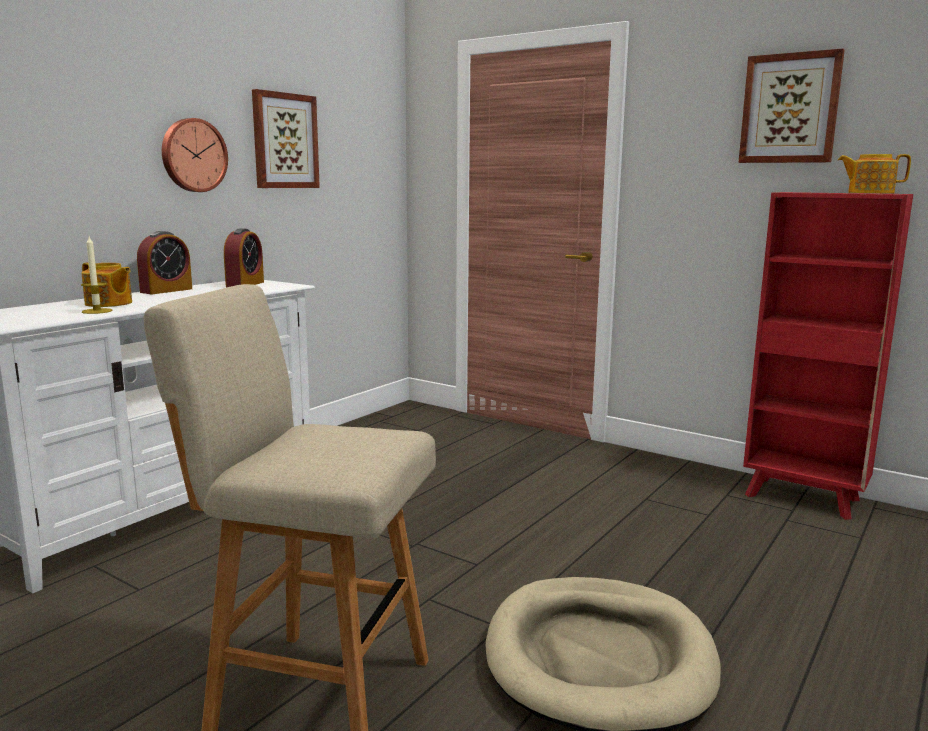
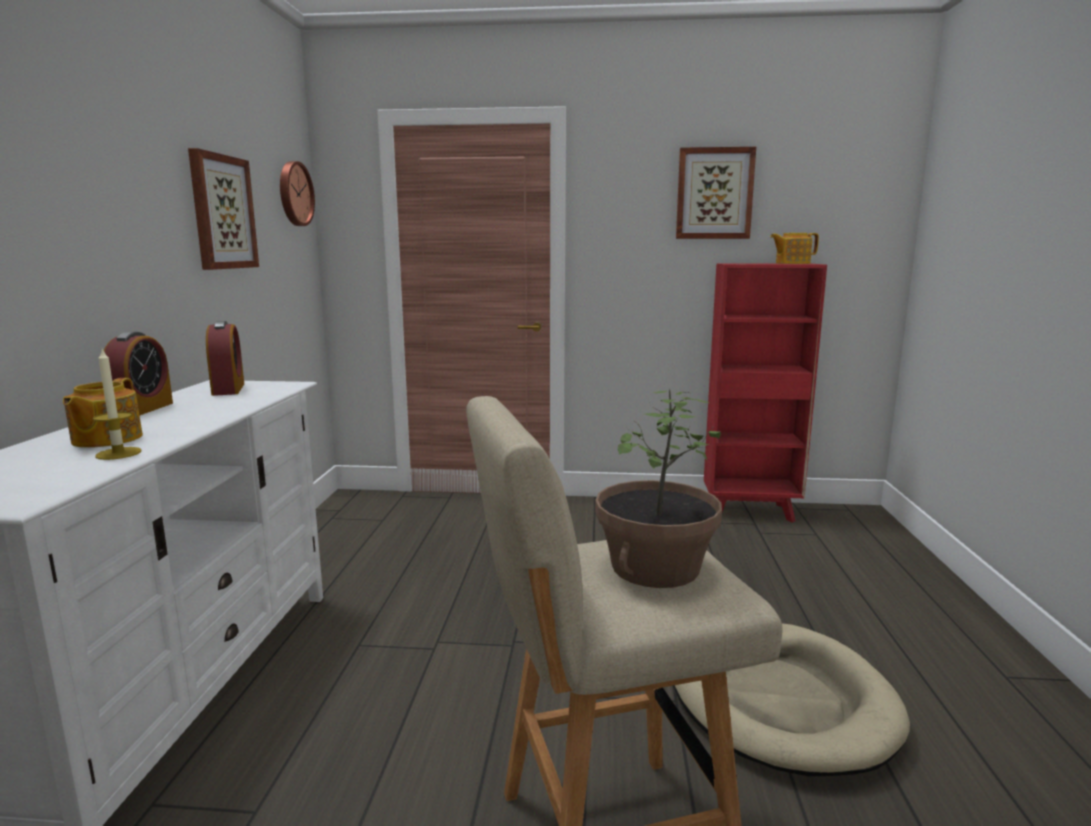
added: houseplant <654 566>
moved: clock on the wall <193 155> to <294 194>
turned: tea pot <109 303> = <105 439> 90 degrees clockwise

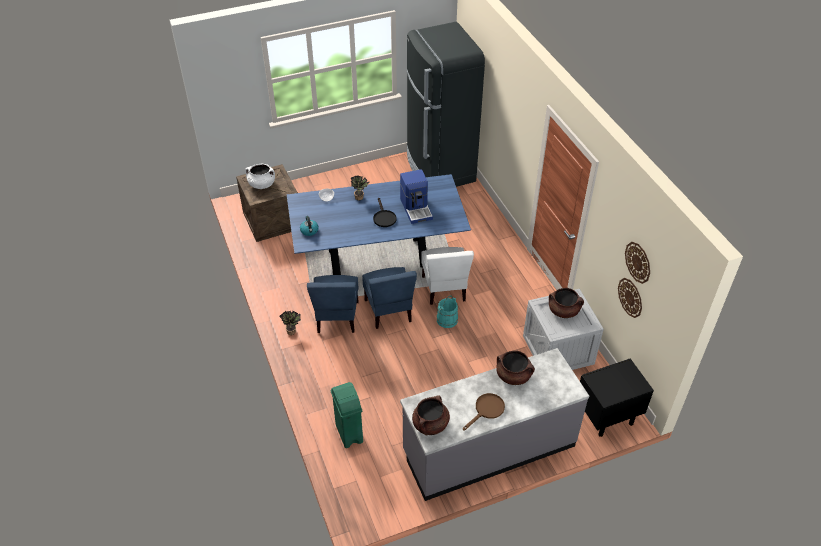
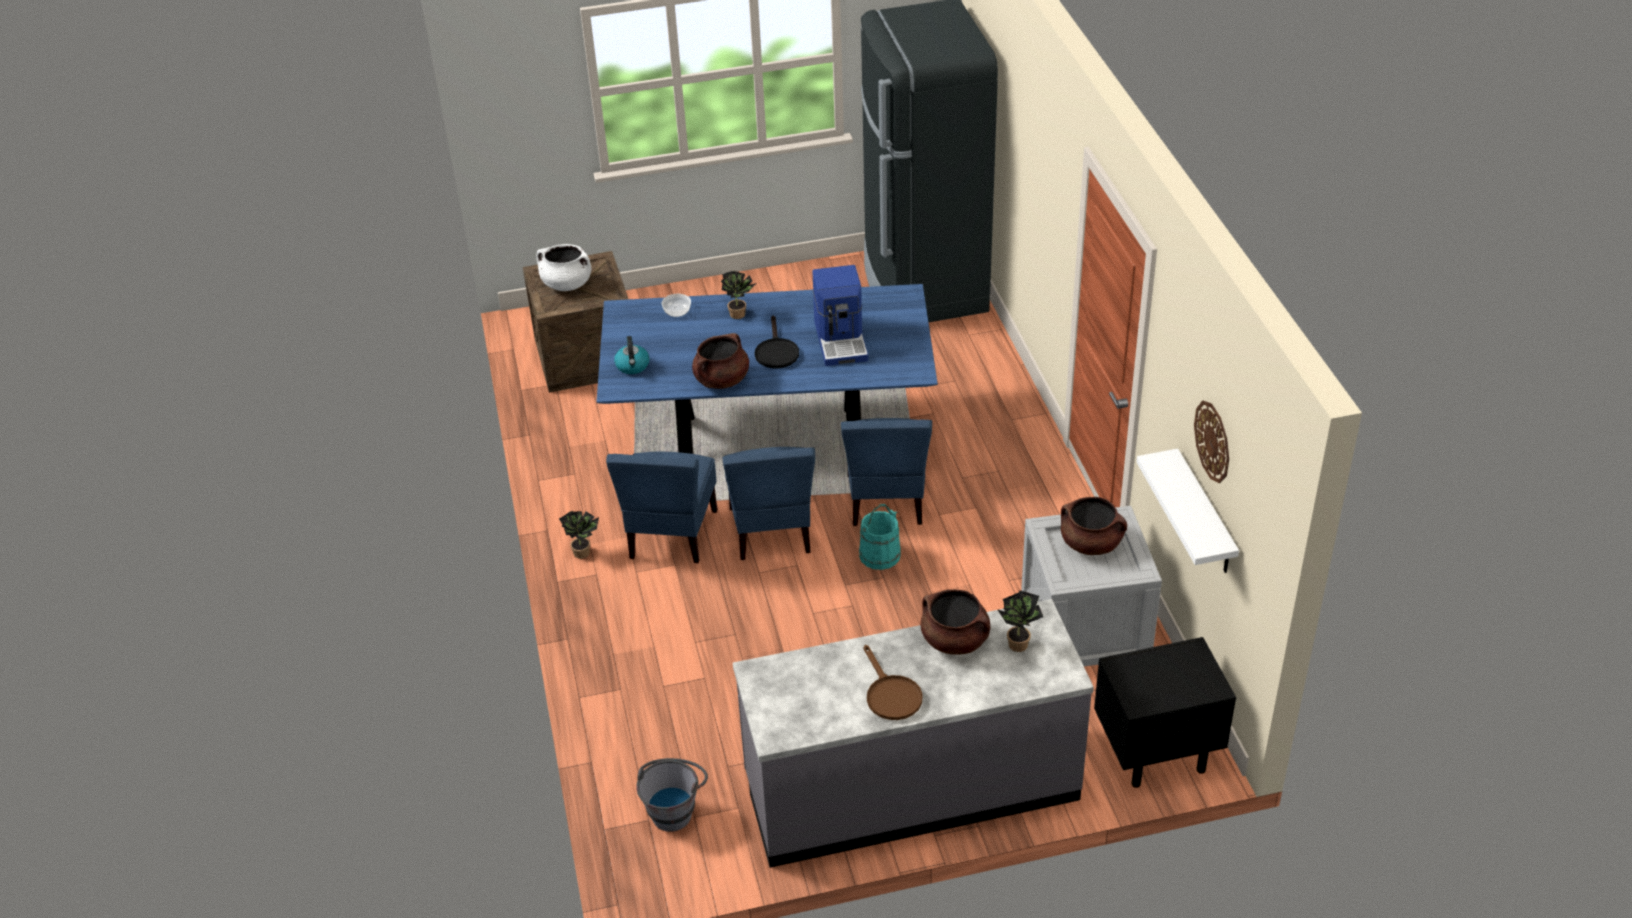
removed: trash can (green) <349 434>
added: bucket (grey) <674 808>; houseplant <1018 642>
moved: saucepot (brown-coloured) <430 424> to <721 380>
replaced: clock on the wall <630 297> to bracket shelf (white) <1205 515>
recoloured: upright chair (white) <444 289> to upright chair (blue-coloured) <886 500>
turned: pan (brown-coloured) <487 410> = <890 694> 105 degrees clockwise

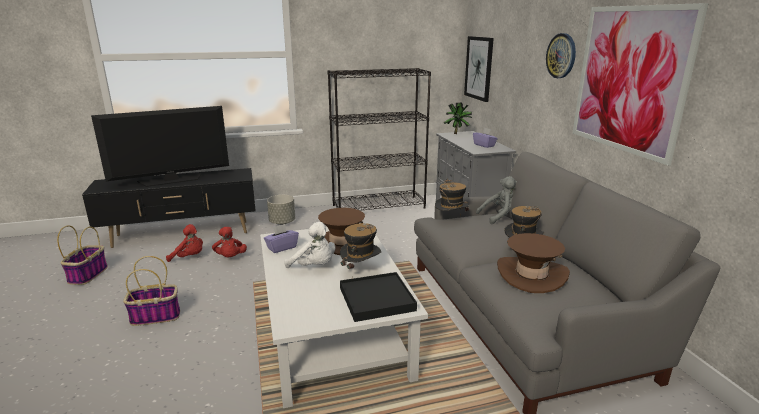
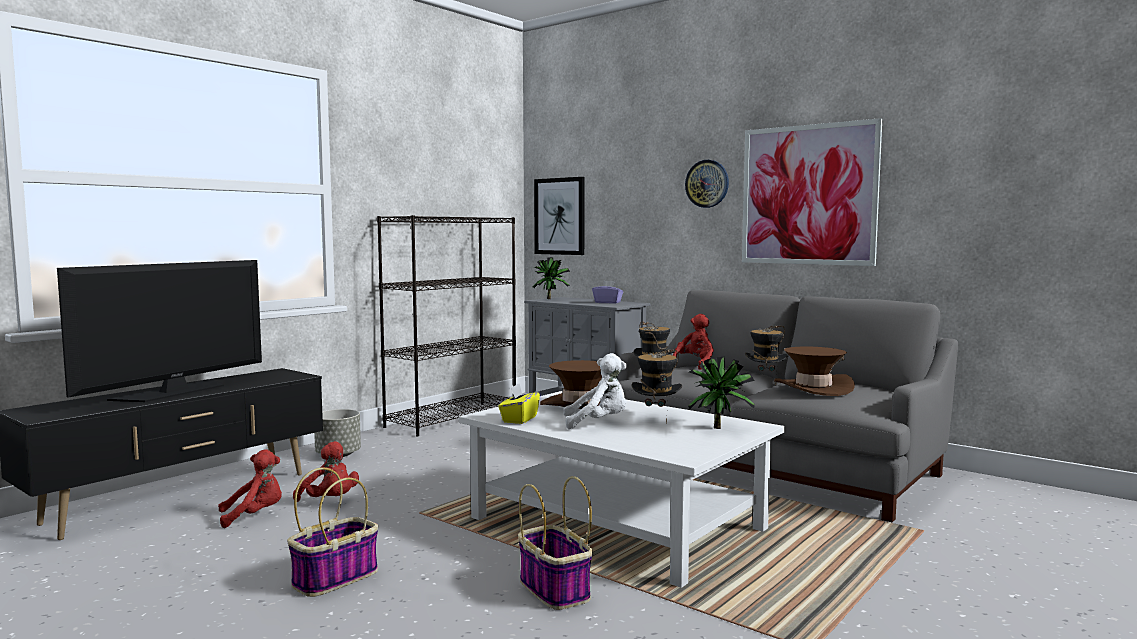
moved: household basket <88 274> to <553 589>
replaced: tray (black-coloured) <377 299> to houseplant <719 427>
recoloured: box of tissues (purple-coloured) <282 247> to box of tissues (yellow-coloured) <519 419>; plush toy (grey) <499 216> to plush toy (reddish) <694 365>

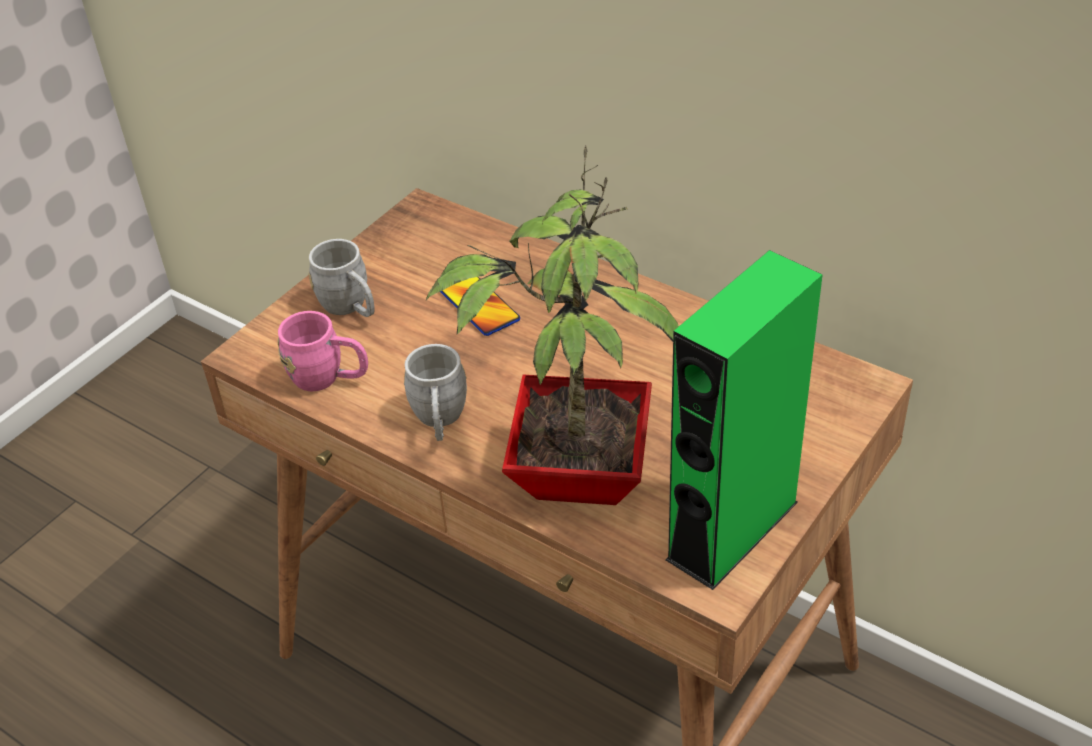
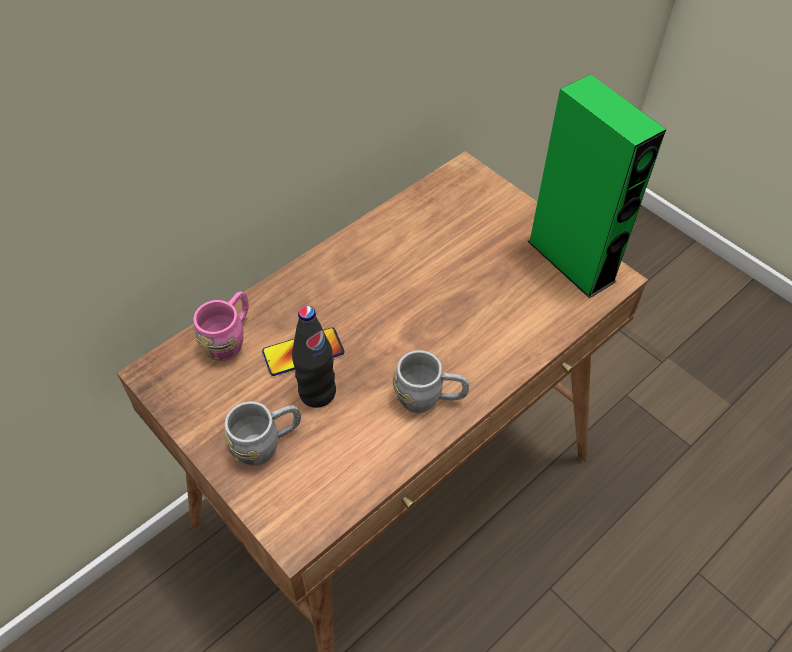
removed: houseplant <573 474>
added: drink bottle (black-coloured) <317 393>
moved: tea mug (pink-coloured) <328 378> to <230 339>

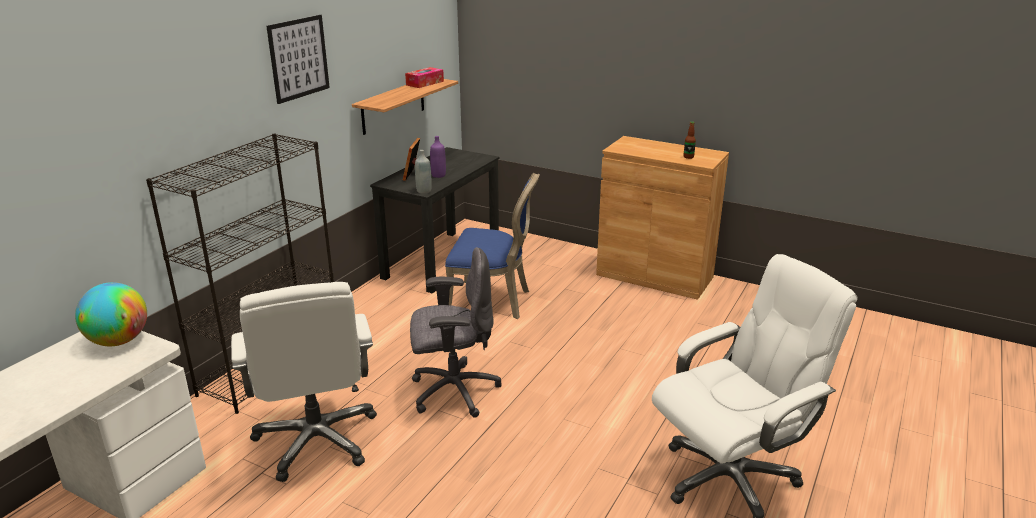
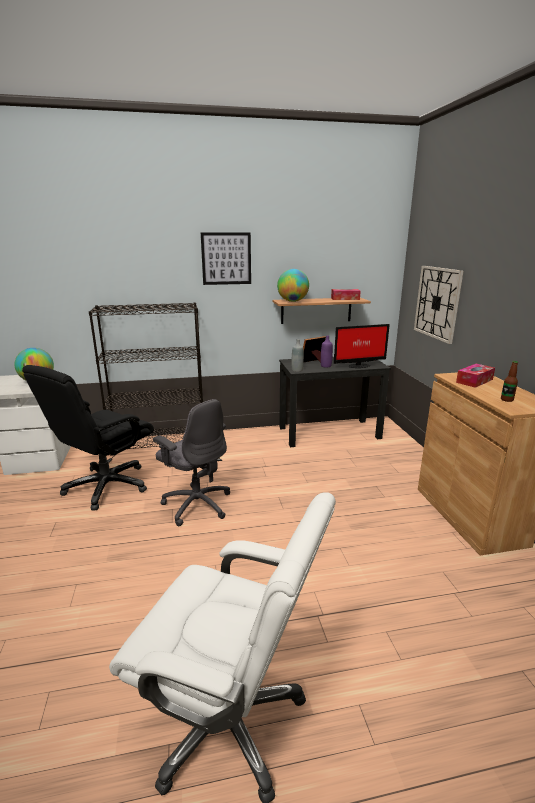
removed: upright chair (blue-coloured) <493 301>
added: globe <292 301>; computer display <358 366>; clock on the wall <437 303>; box of tissues <474 381>
recoloured: office chair (white) <317 440> to office chair (black-coloured) <106 486>

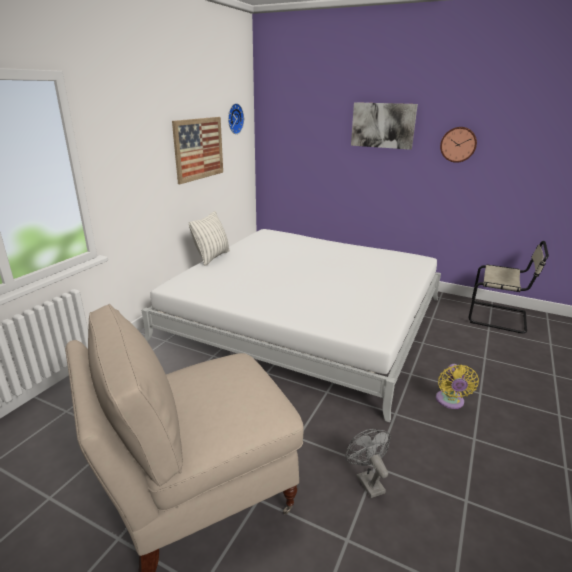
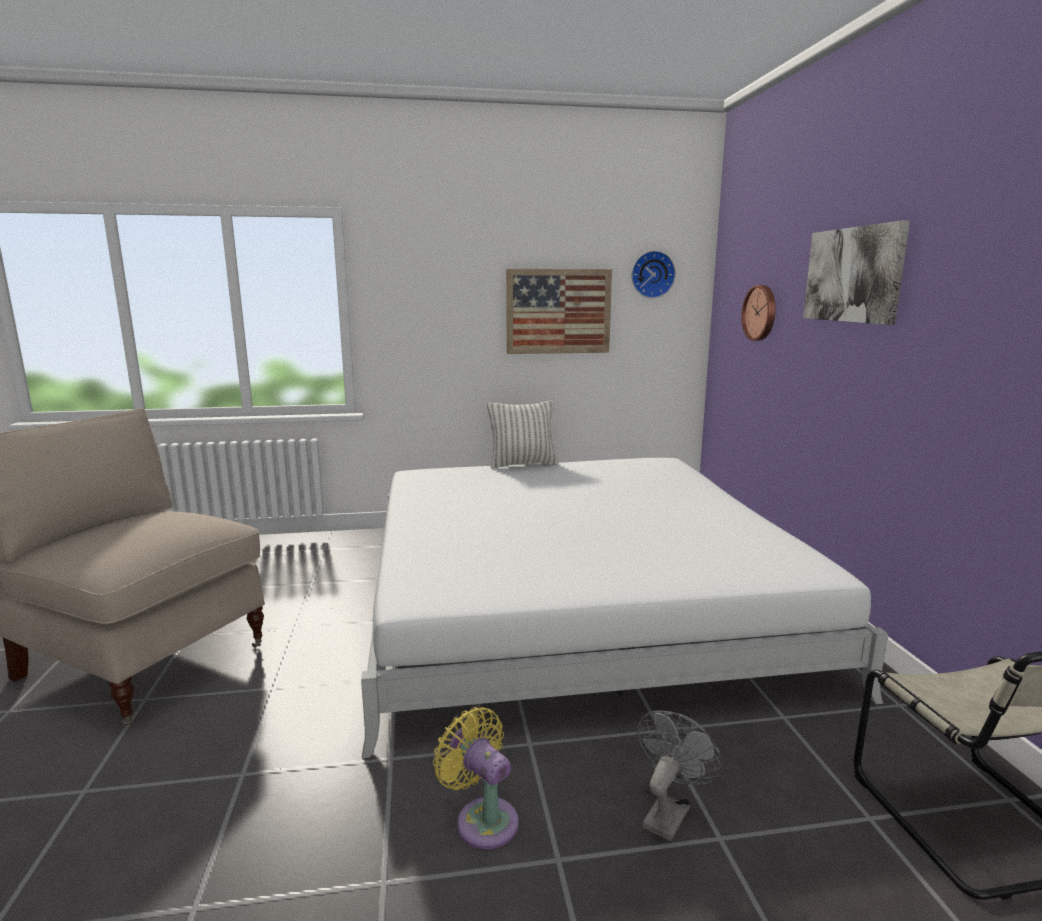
moved: electric fan (grey) <367 480> to <669 812>; clock on the wall <458 144> to <761 313>
turned: electric fan (yellow-coloured) <450 402> = <483 818> 75 degrees clockwise

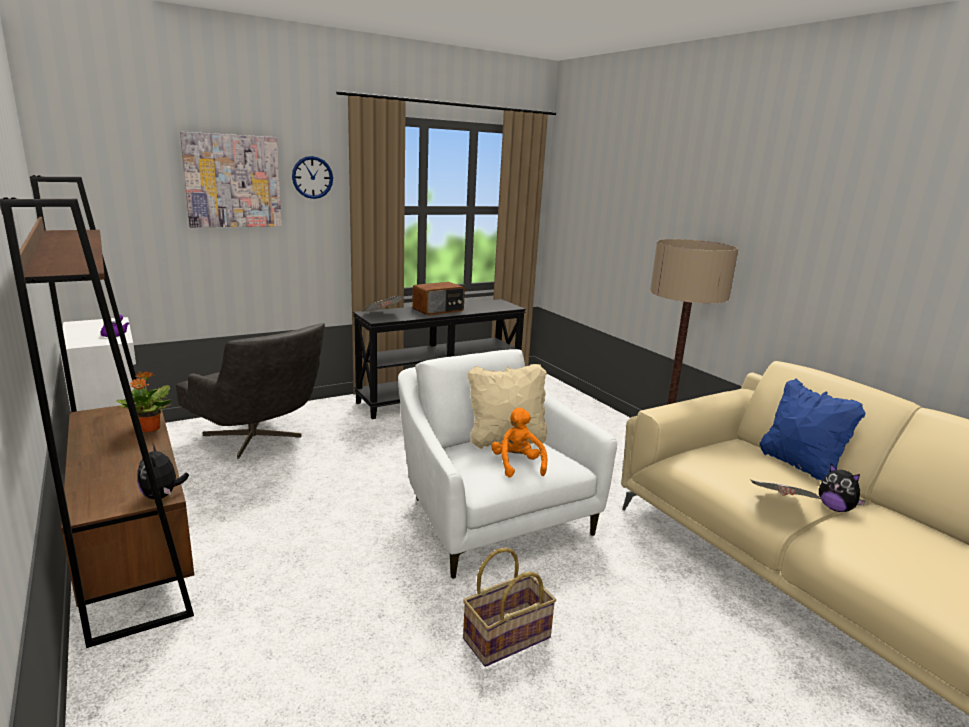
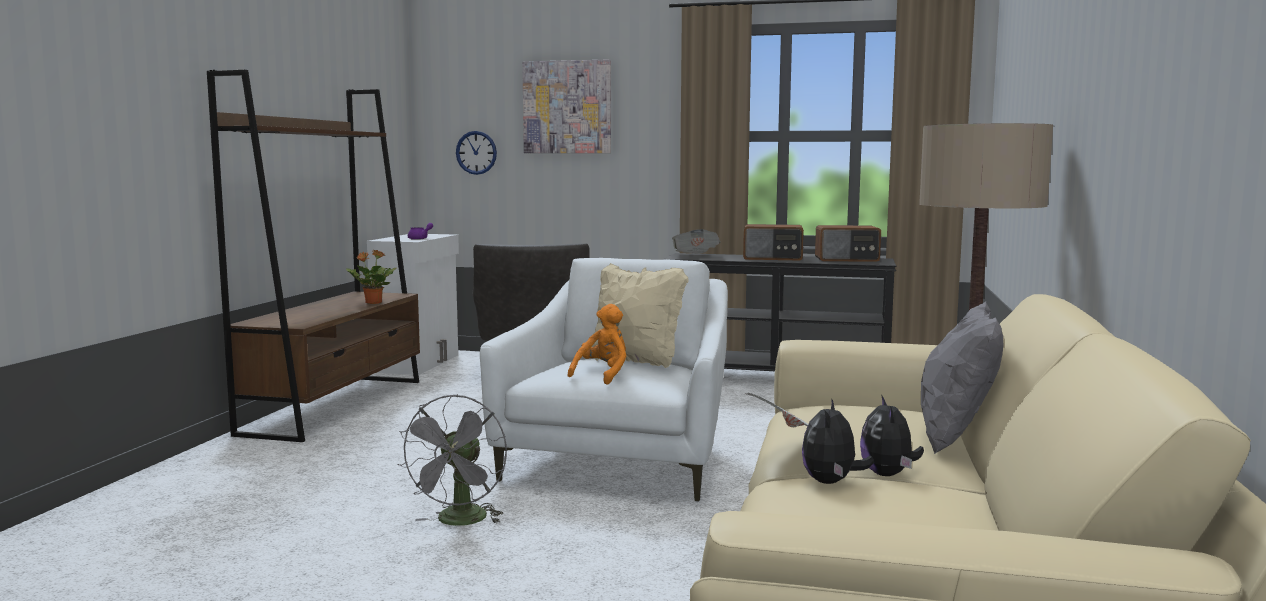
added: radio set <847 259>
moved: clock on the wall <312 177> to <476 152>; plush toy <162 496> to <831 482>
replaced: household basket <506 637> to electric fan (grey) <460 522>
recoloured: pillow (blue-coloured) <799 465> to pillow (grey) <956 440>

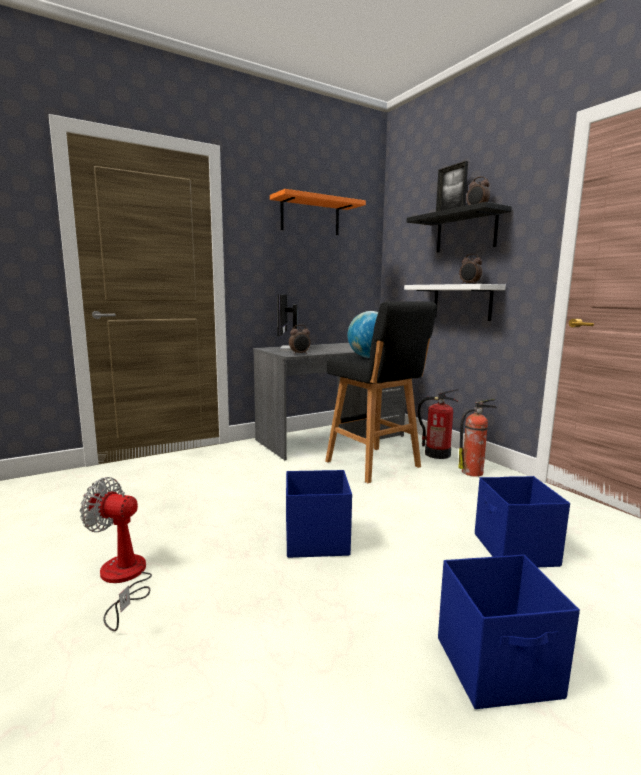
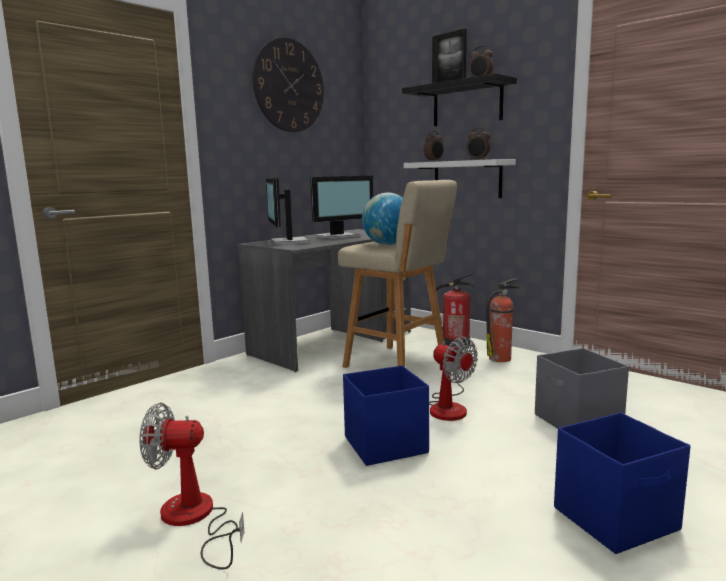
added: computer display <338 236>; electric fan <449 406>
moved: table clock <300 354> to <434 161>
replaced: bracket shelf (orange-coloured) <310 216> to clock on the wall <289 86>
recoloured: sitting stool (black-coloured) <374 465> to sitting stool (beige) <398 364>; storage bin (blue-coloured) <515 550> to storage bin (grey) <578 422>

